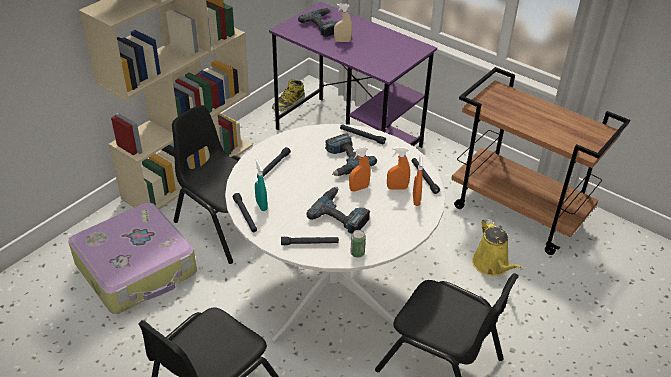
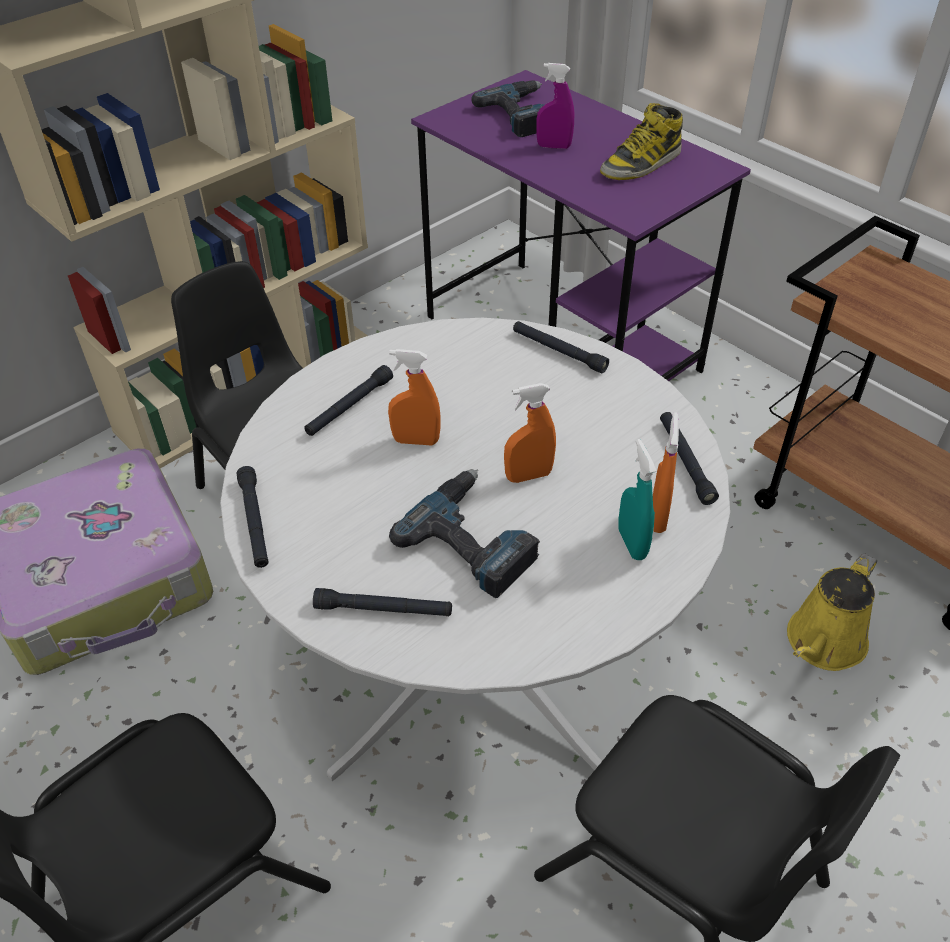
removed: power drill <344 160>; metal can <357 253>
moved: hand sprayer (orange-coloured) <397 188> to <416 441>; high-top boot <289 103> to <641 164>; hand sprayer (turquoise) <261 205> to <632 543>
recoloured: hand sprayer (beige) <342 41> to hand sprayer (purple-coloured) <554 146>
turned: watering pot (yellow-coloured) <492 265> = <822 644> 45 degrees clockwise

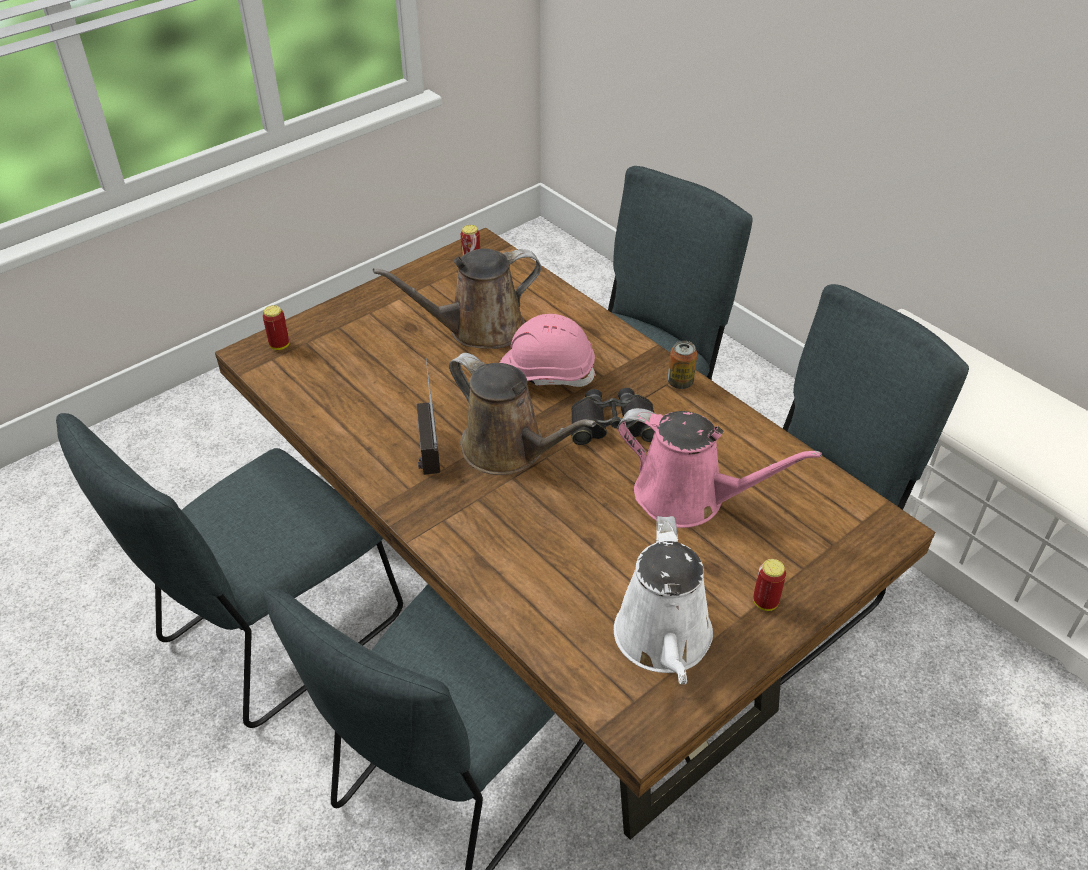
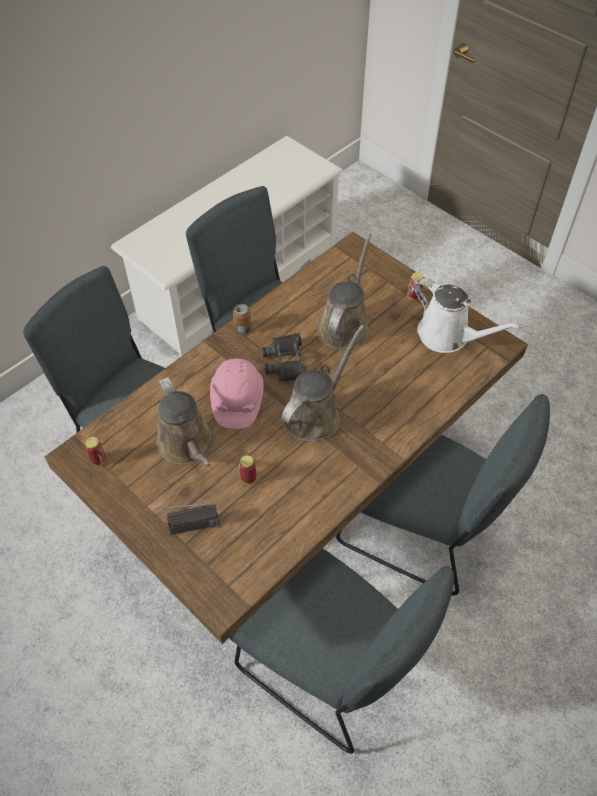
moved: radio set <426 438> to <181 528>; metal can <279 345> to <248 478>
recoloured: watering pot (pink-coloured) <688 498> to watering pot (brown-coloured) <344 325>
turned: watering pot (white) <664 641> = <448 336> 45 degrees clockwise

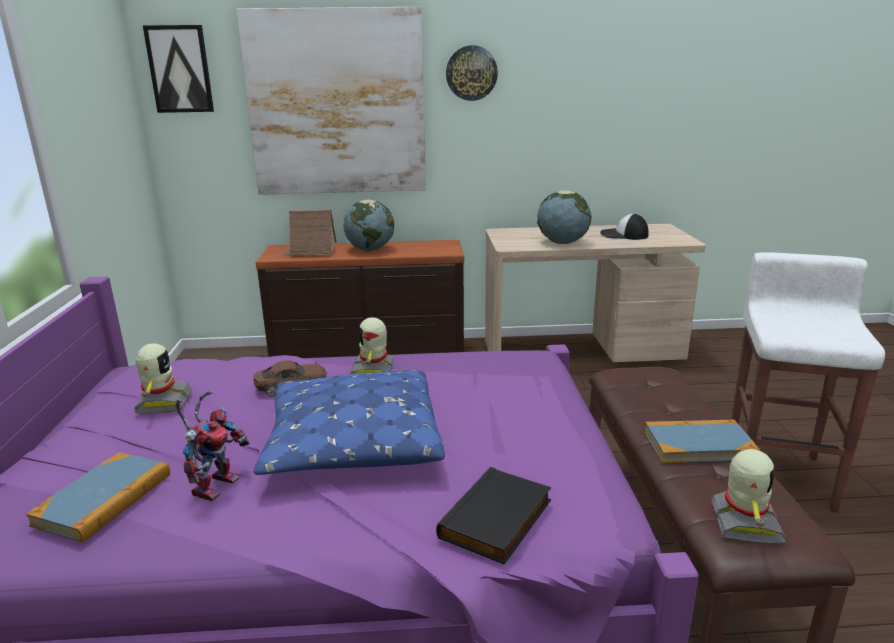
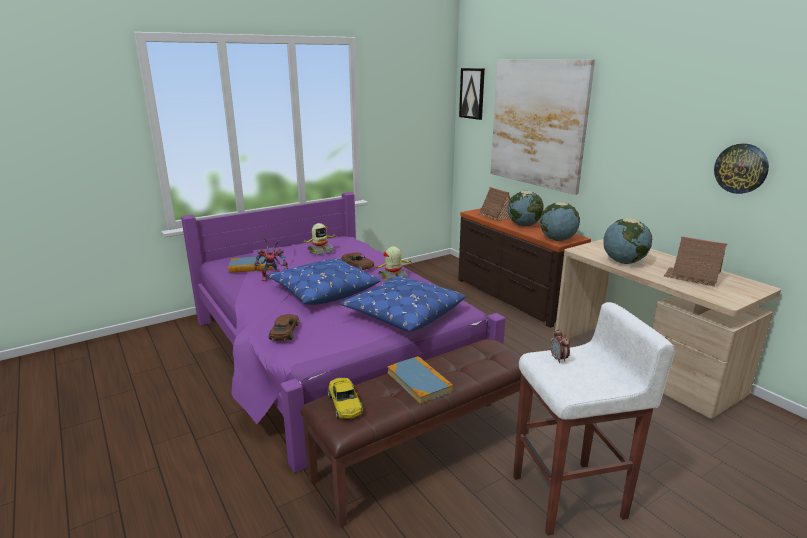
added: pillow (blue-coloured) <403 314>; globe <557 239>; table clock <558 359>
moved: clock on the wall <471 73> to <741 168>
replaced: bound book (black-coloured) <498 520> to miniature car (brown-coloured) <284 332>; model robot <744 523> to miniature car (yellow-coloured) <345 404>; baseball cap <623 235> to miniature house <692 277>

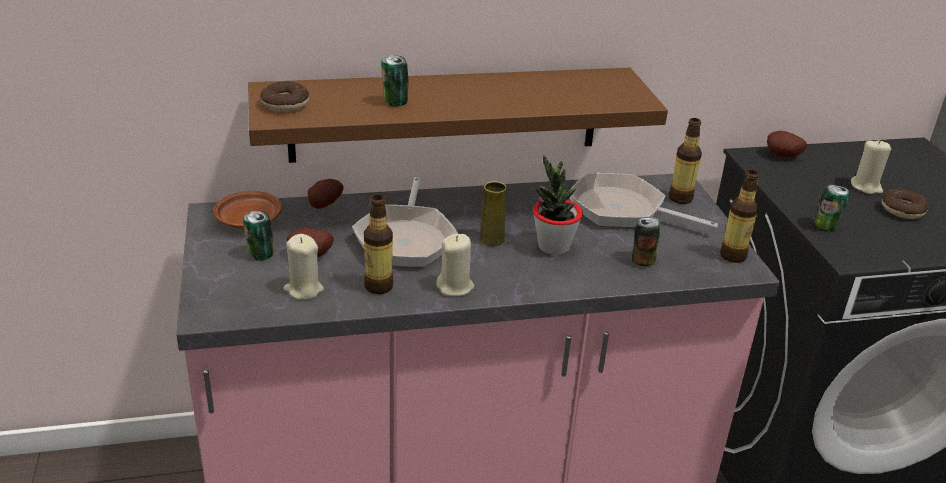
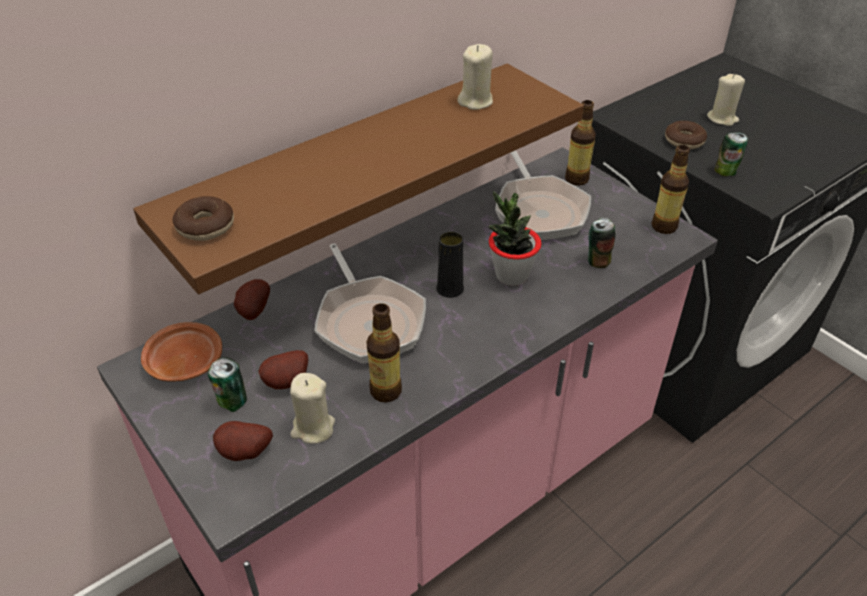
removed: metal can <394 102>
moved: spud <782 156> to <245 454>; wax light (beige) <455 287> to <475 101>; donut <902 210> to <684 141>
recoloured: vase (yellow-coloured) <491 239> to vase (black-coloured) <450 288>
turned: pan <623 210> = <539 210> 105 degrees counterclockwise

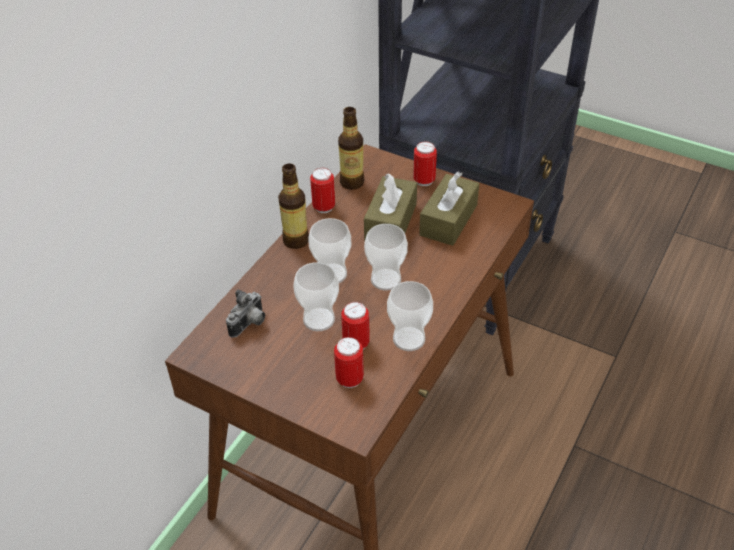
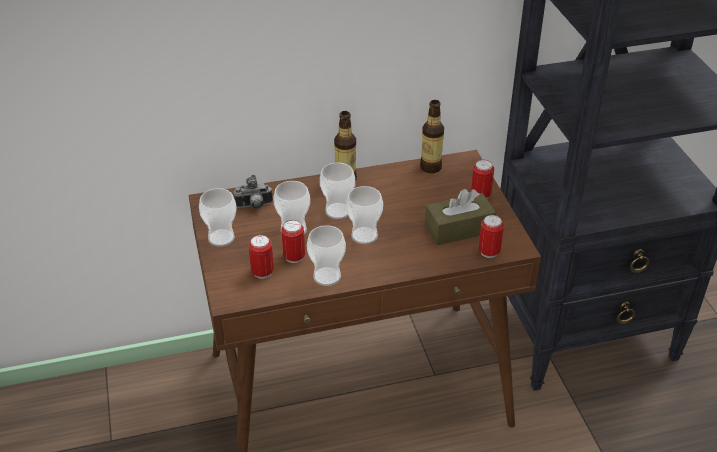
removed: box of tissues (brown-coloured) <390 222>
added: drinking cup <221 238>
moved: metal can <324 207> to <489 252>

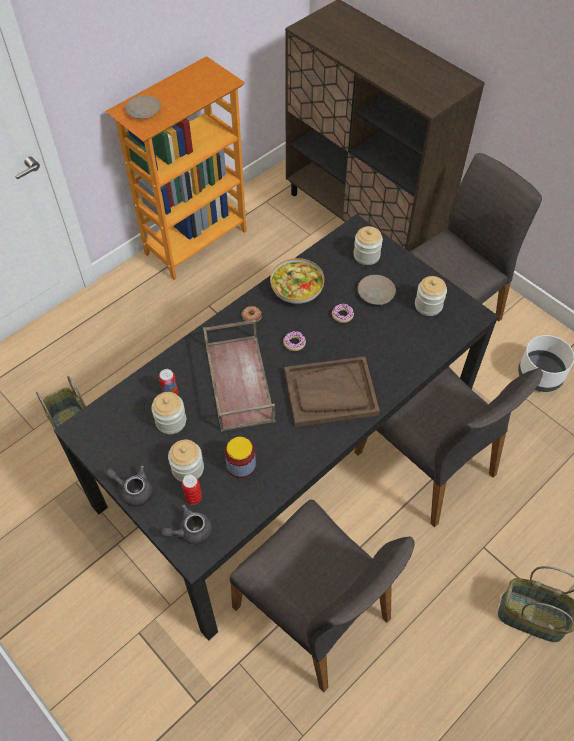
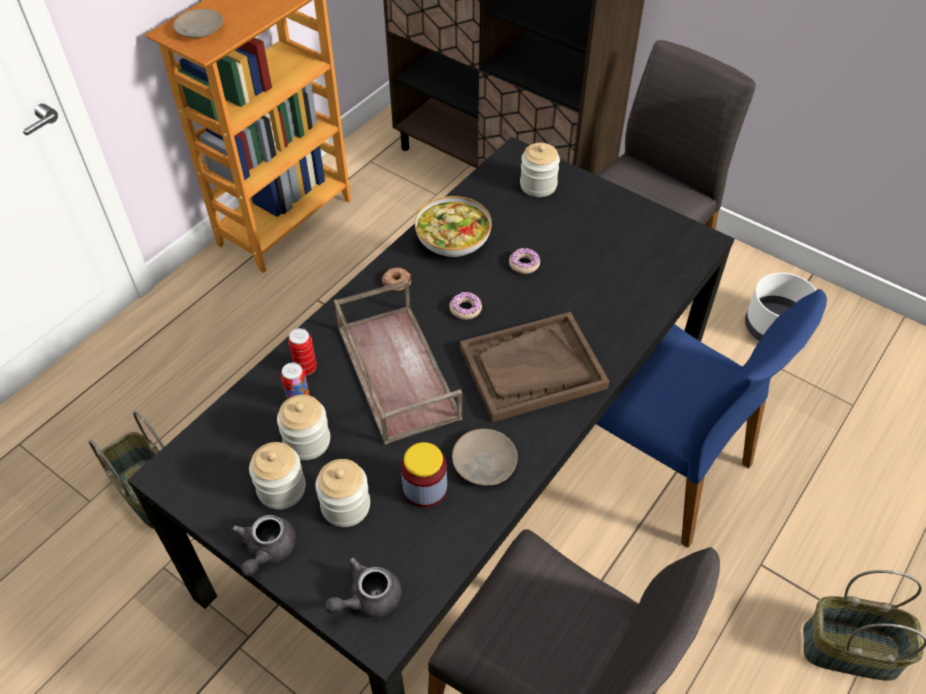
moved: storage jar <428 305> to <281 489>; metal can <193 497> to <306 368>; flat dish (beige) <375 293> to <484 462>
recoloured: upright chair (grey) <427 463> to upright chair (blue-coloured) <658 463>
turned: tea pot (grey) <133 490> = <267 550> 90 degrees counterclockwise

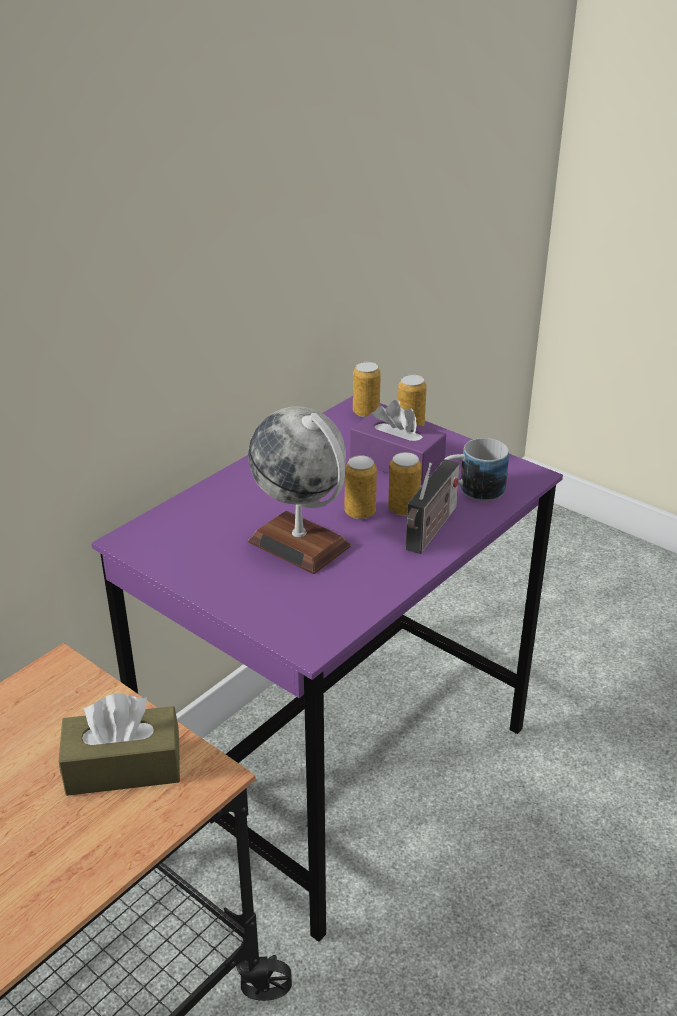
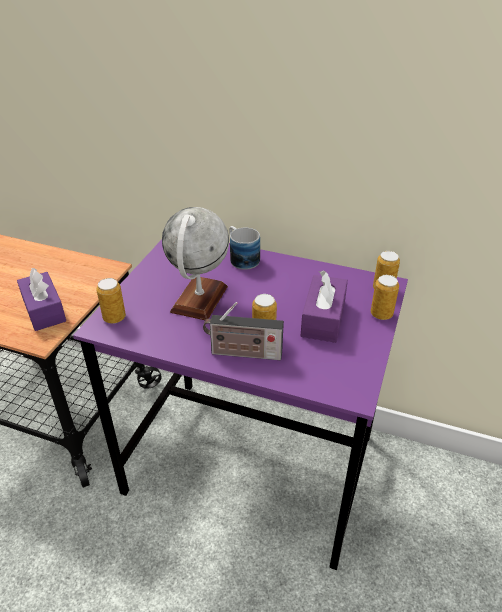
moved: metal can <360 512> to <114 318>; tea mug <472 490> to <241 258>
recoloured: box of tissues (brown-coloured) <123 767> to box of tissues (purple-coloured) <44 310>

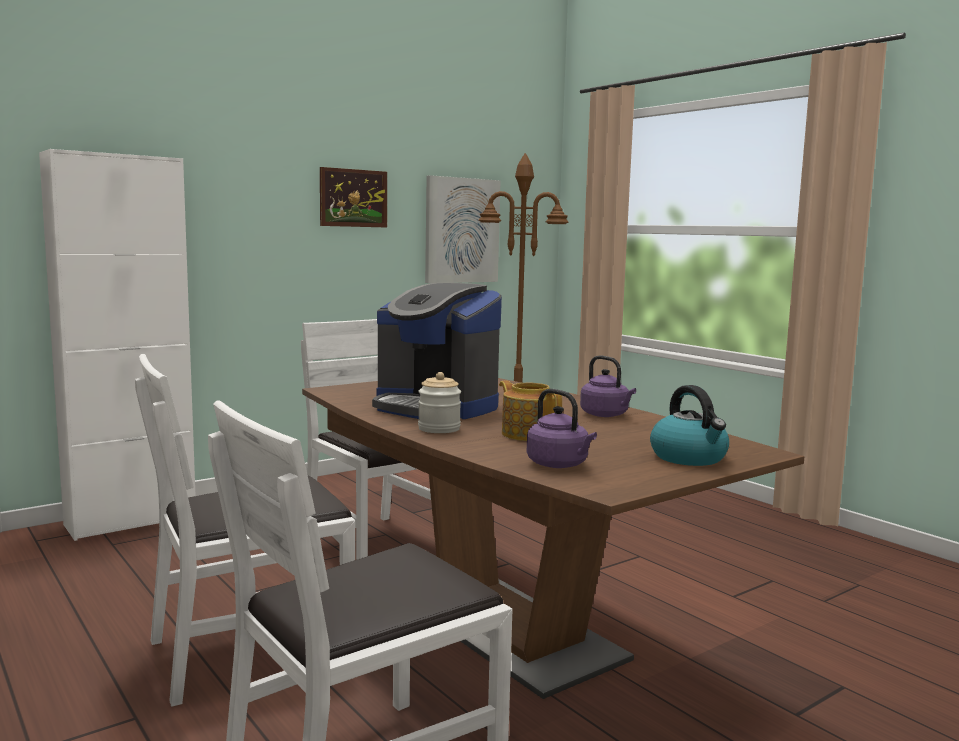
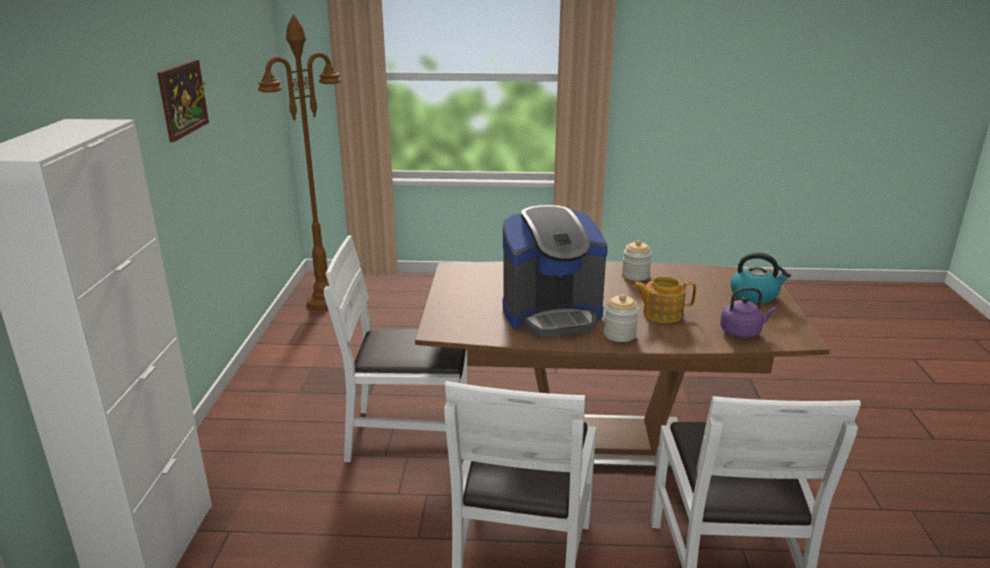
removed: wall picture <461 230>
replaced: kettle (purple-coloured) <606 415> to storage jar <635 275>

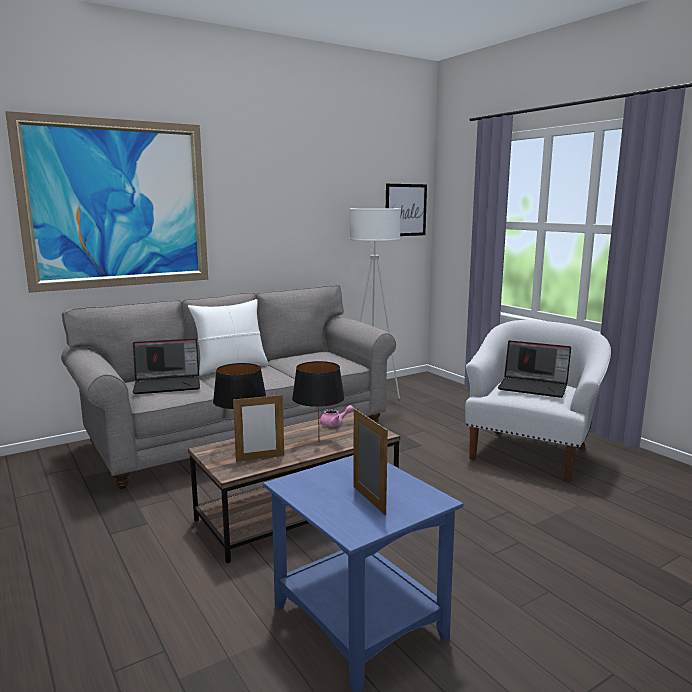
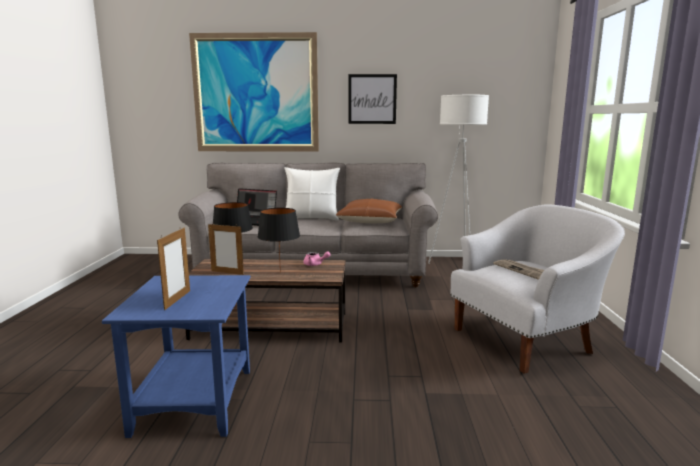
added: pillow (brown-coloured) <370 221>
moved: wall picture <405 210> to <372 99>
replaced: laptop <534 387> to newspaper <523 271>

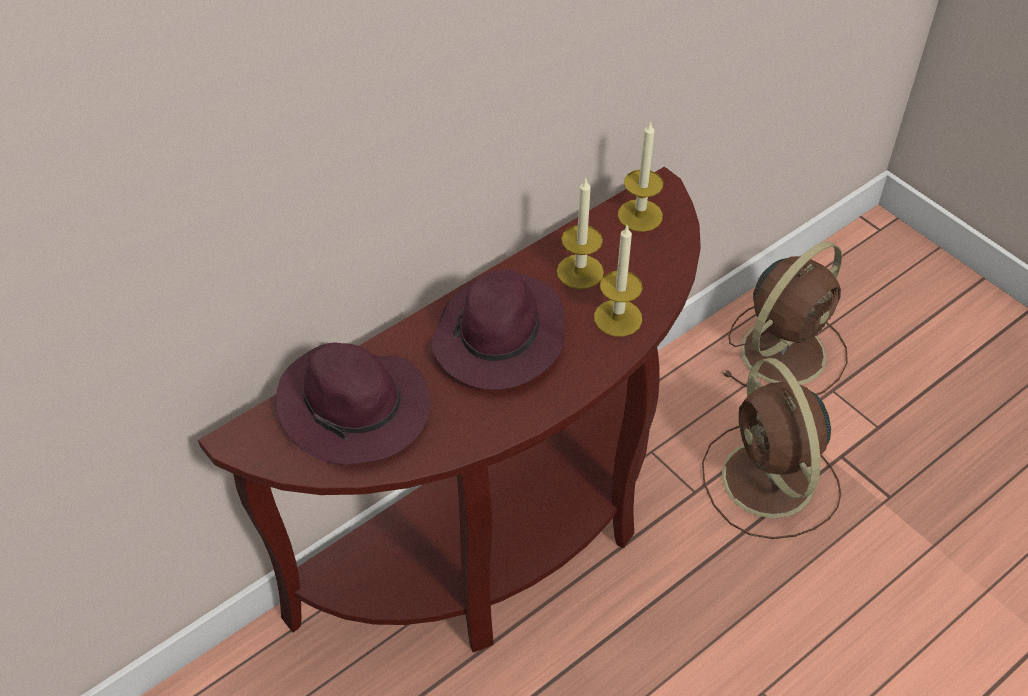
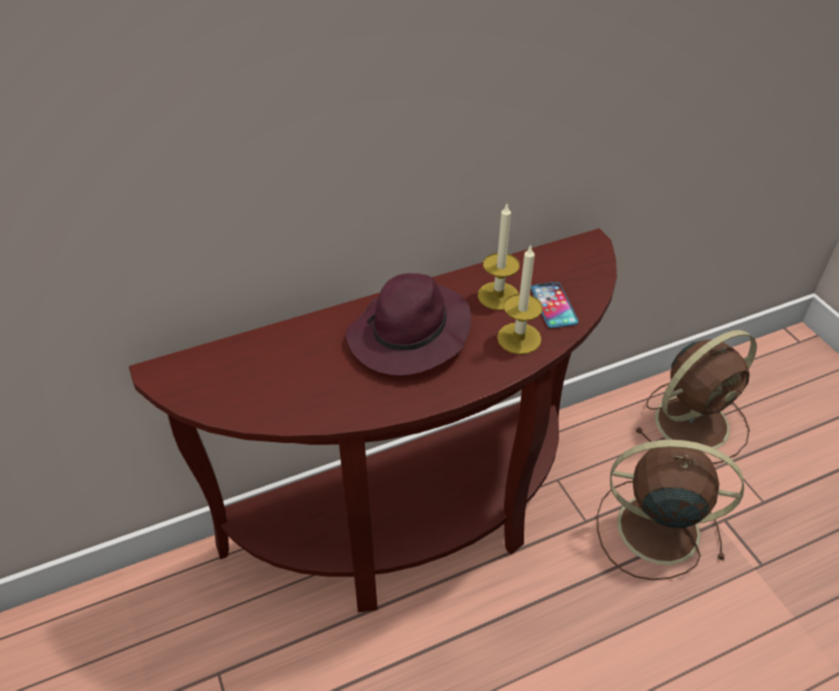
removed: wearable hat (purple-coloured) <356 409>; wax light <640 215>
added: handset <553 305>
turned: electric fan (brown-coloured) <769 483> = <654 528> 105 degrees clockwise

